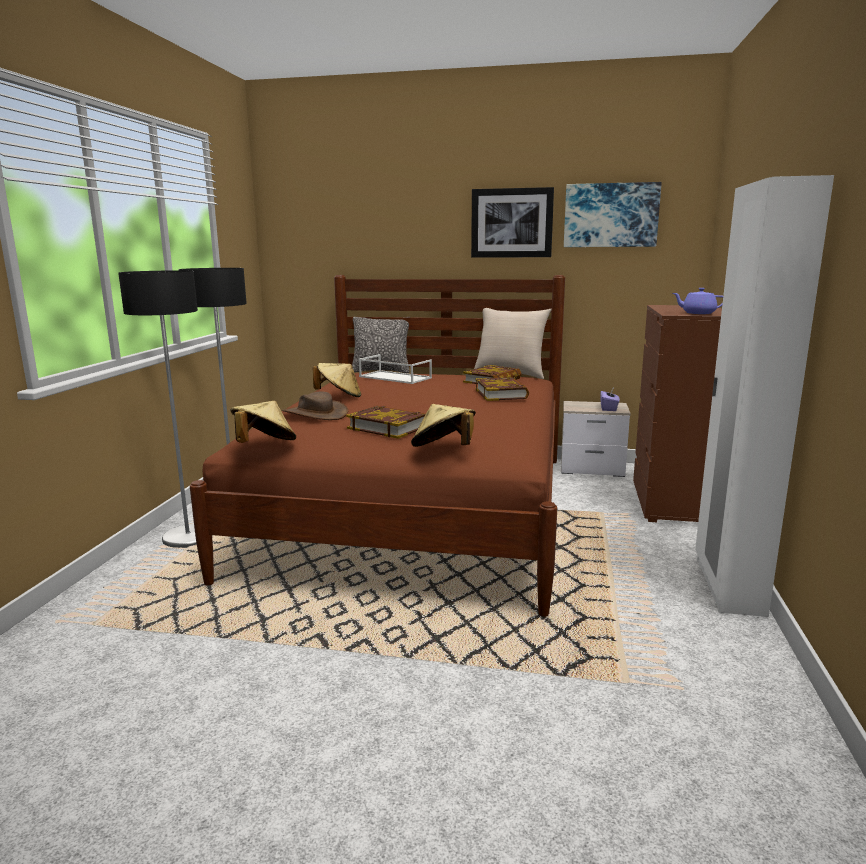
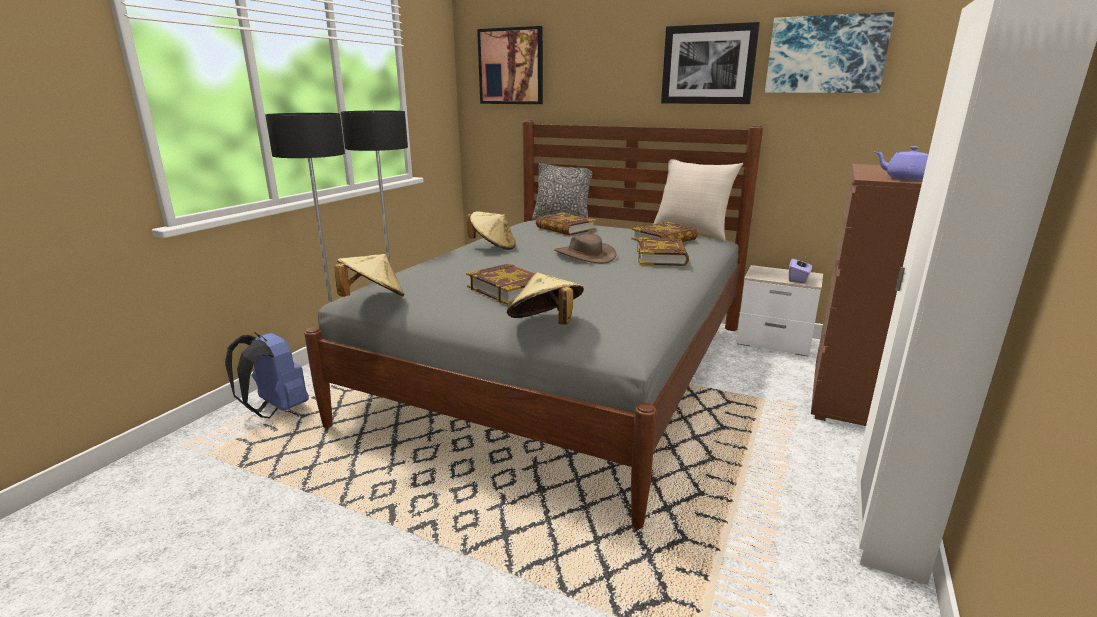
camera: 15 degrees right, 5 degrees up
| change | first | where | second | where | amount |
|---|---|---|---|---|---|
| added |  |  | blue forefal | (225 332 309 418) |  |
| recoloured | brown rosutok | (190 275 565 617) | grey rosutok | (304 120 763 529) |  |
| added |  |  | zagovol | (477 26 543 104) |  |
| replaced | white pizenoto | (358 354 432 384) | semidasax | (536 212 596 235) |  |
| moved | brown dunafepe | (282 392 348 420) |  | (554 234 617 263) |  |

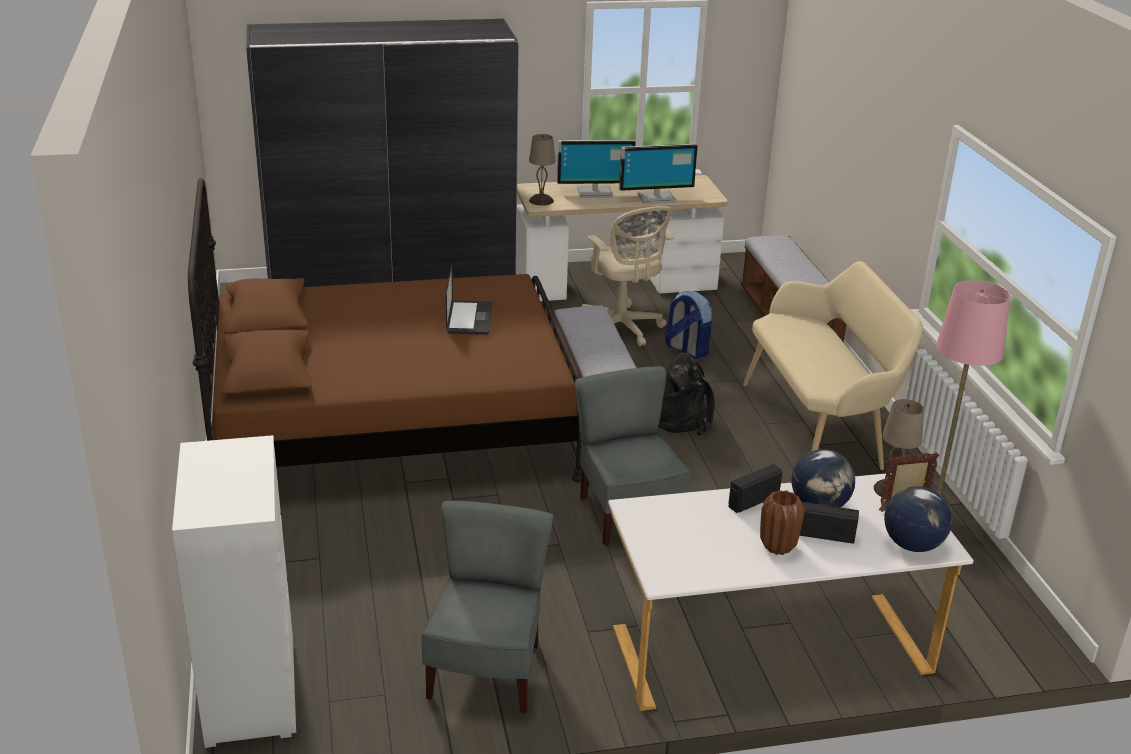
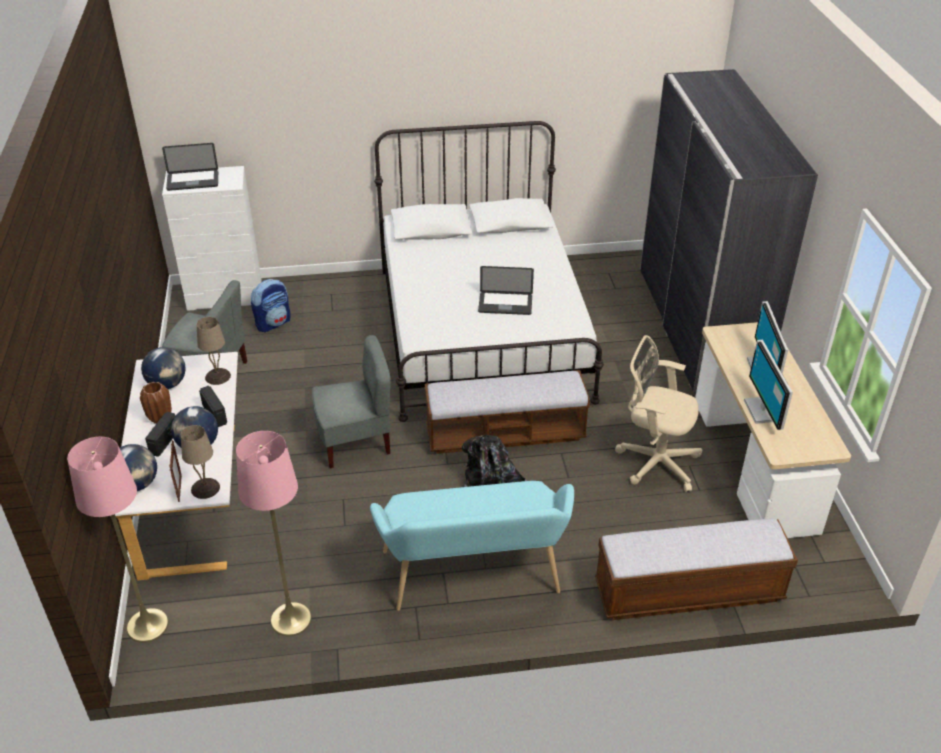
camera: 95 degrees right, 10 degrees up
| change | first | where | second | where | amount |
|---|---|---|---|---|---|
| added |  |  | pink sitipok | (67 437 169 643) |  |
| added |  |  | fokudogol | (141 347 186 389) |  |
| added |  |  | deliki | (162 143 218 191) |  |
| moved | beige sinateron | (529 134 556 206) |  | (197 317 231 385) |  |
| moved | forefal | (665 291 712 359) |  | (251 279 291 332) |  |
| recoloured | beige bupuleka | (743 261 923 470) | turquoise bupuleka | (370 481 574 611) |  |
| recoloured | brown rosutok | (188 178 582 482) | white rosutok | (374 121 604 422) |  |
| turned | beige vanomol | (582 206 674 347) |  | (615 335 702 492) | 45 degrees clockwise |

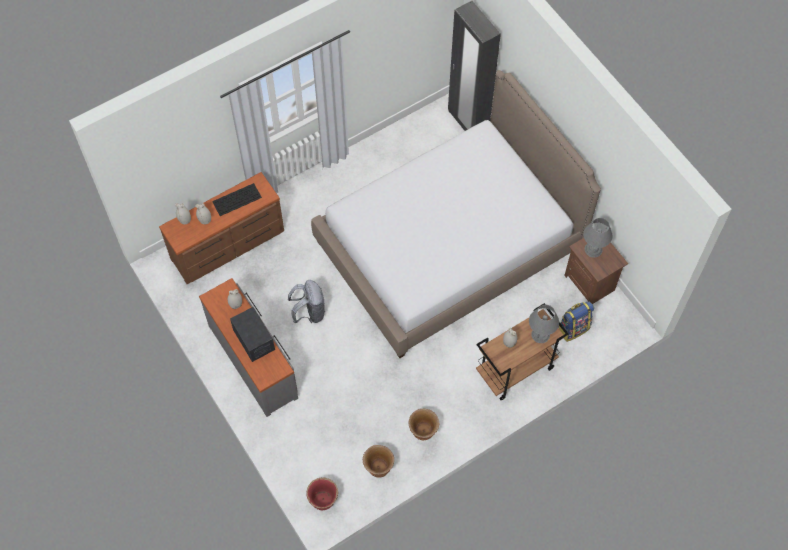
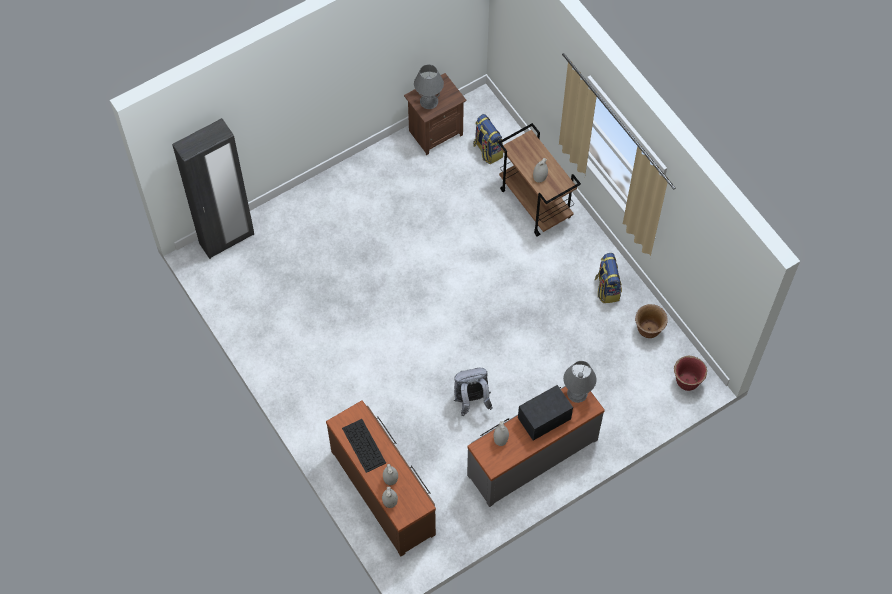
camera: 90 degrees left, 0 degrees up
| change | first | where | second | where | amount |
|---|---|---|---|---|---|
| moved | grey sinateron | (529 305 559 343) |  | (563 361 597 403) |  |
| replaced | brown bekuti | (409 409 439 440) | forefal | (594 253 622 303) |  |
| removed | rosutok | (311 70 601 358) |  |  |  |

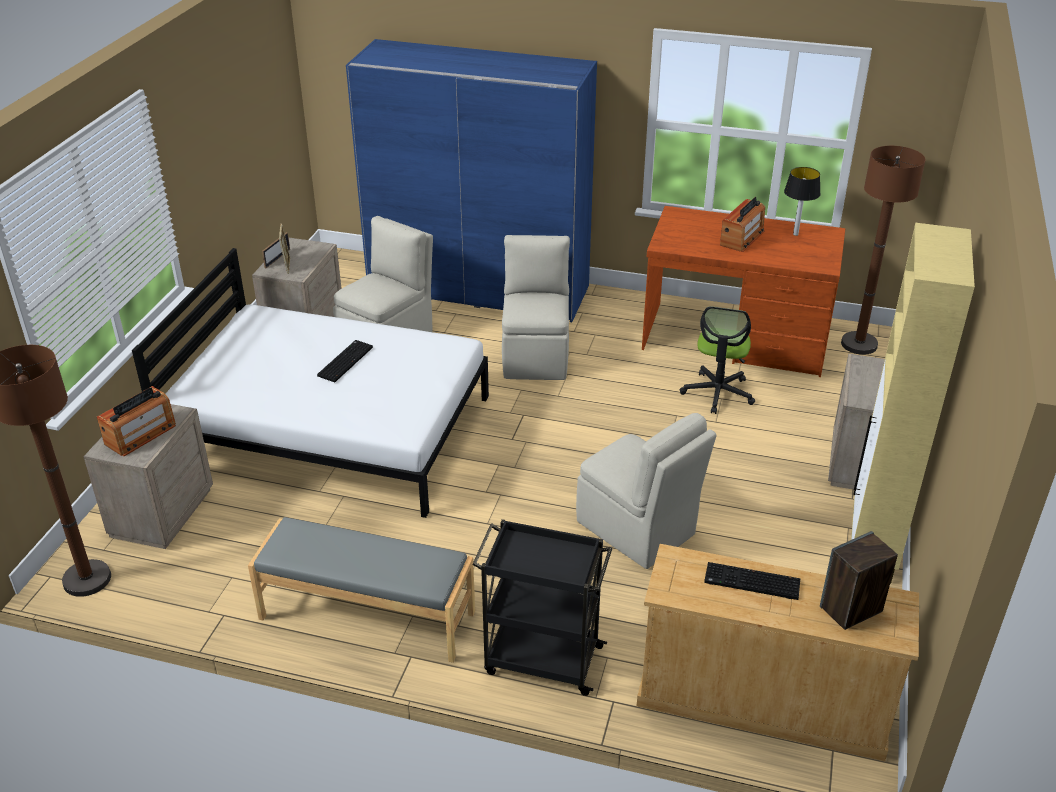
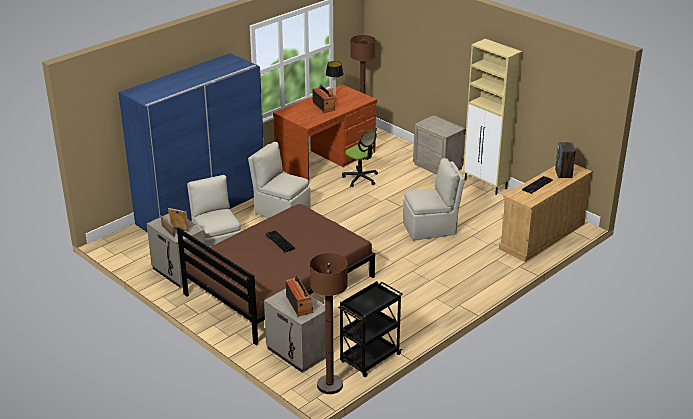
camera: 60 degrees left, 5 degrees down
| change | first | where | second | where | amount |
|---|---|---|---|---|---|
| recoloured | white rosutok | (132 248 489 518) | brown rosutok | (177 204 375 346) |  |
| moved | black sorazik | (472 519 612 696) |  | (338 281 403 377) |  |
| removed | grey bupuleka | (248 517 475 663) |  |  |  |

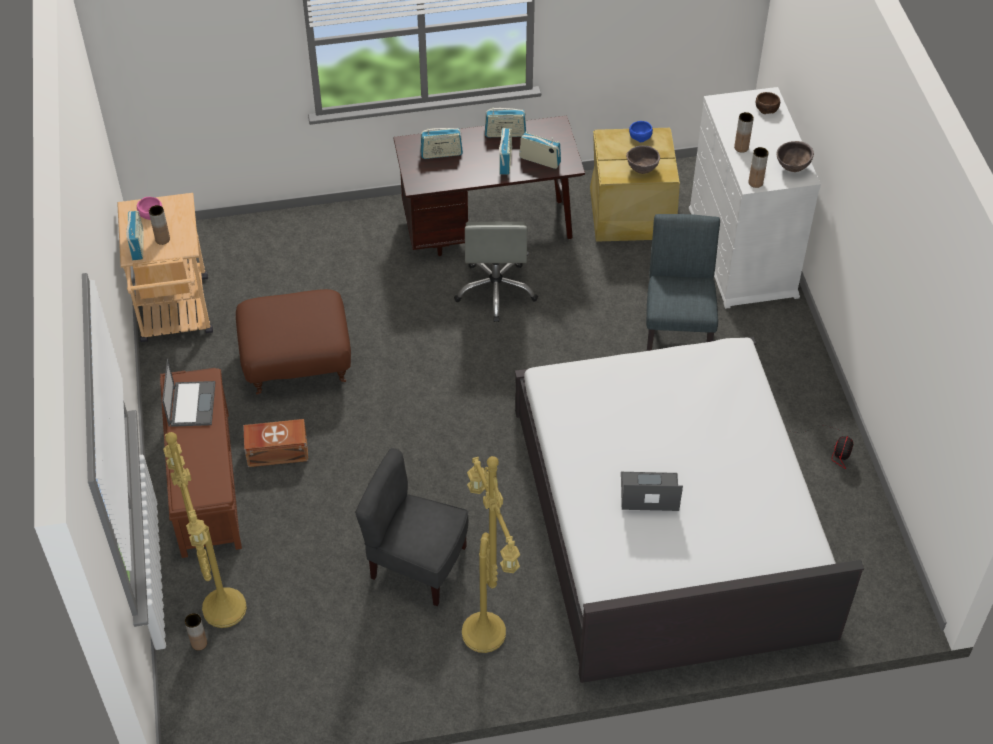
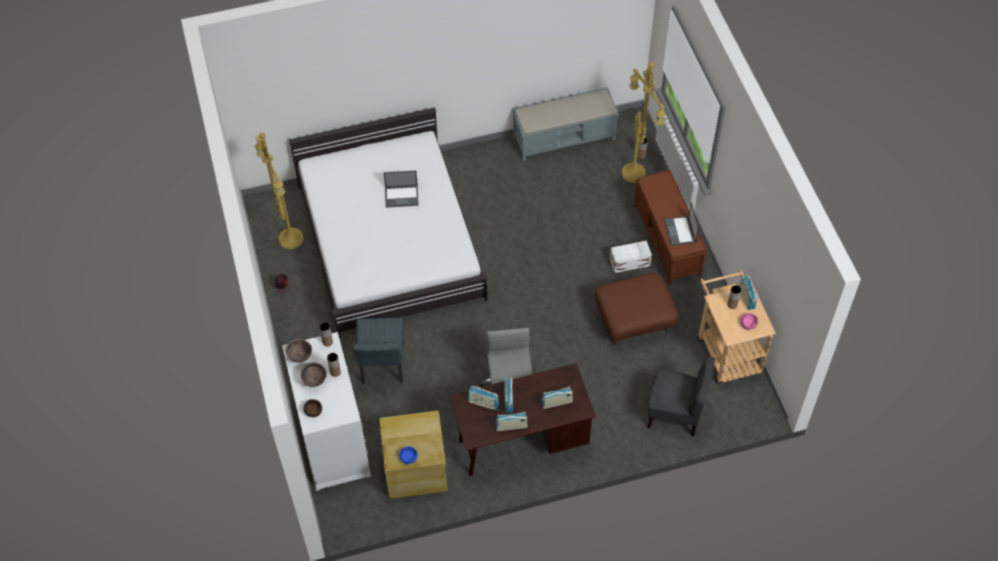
camera: 175 degrees right, 5 degrees up
| change | first | where | second | where | amount |
|---|---|---|---|---|---|
| moved | yellow sitipok | (462 456 520 653) |  | (255 133 304 249) |  |
| moved | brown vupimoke | (626 145 660 174) |  | (300 362 327 387) |  |
| added |  |  | grey bupuleka | (512 87 619 161) |  |
| recoloured | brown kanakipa | (243 419 308 467) | white kanakipa | (610 241 652 273) |  |
| moved | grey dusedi | (355 448 468 606) |  | (647 356 715 436) |  |

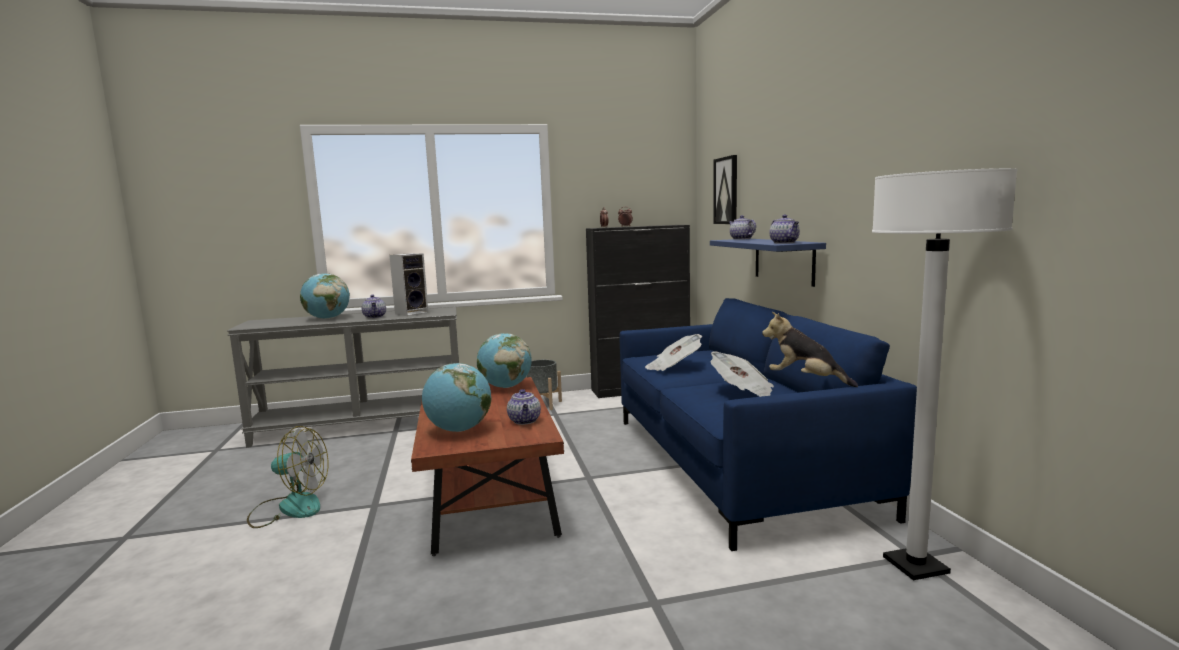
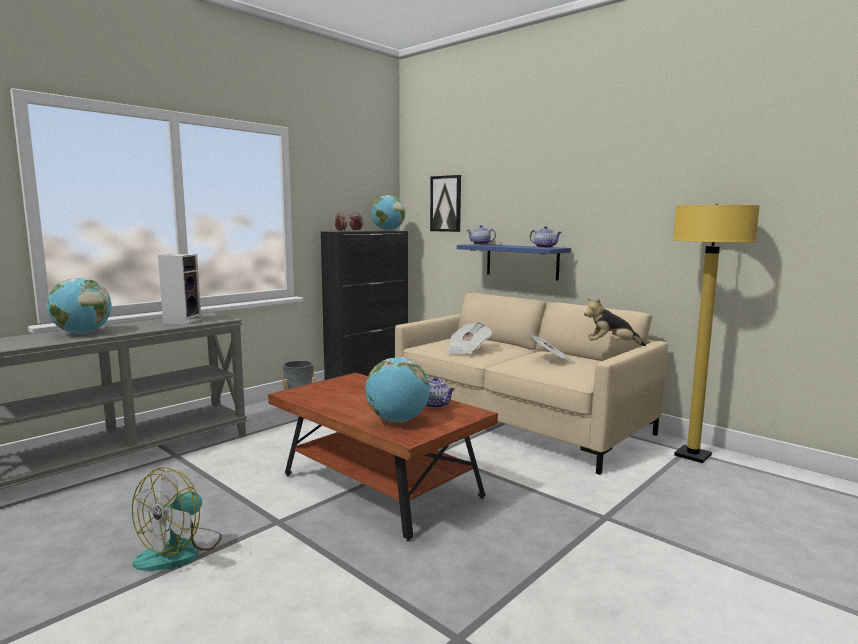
camera: 35 degrees left, 0 degrees up
| change | first | where | second | where | amount |
|---|---|---|---|---|---|
| turned | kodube | (247 426 328 528) |  | (132 467 222 571) | 150 degrees clockwise |
| moved | fokudogol | (477 333 532 388) |  | (371 195 405 231) |  |
| recoloured | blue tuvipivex | (620 298 917 551) | beige tuvipivex | (395 293 668 475) |  |
| recoloured | white sitipok | (872 168 1018 580) | yellow sitipok | (673 204 760 463) |  |
| removed | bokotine | (361 295 386 318) |  |  |  |

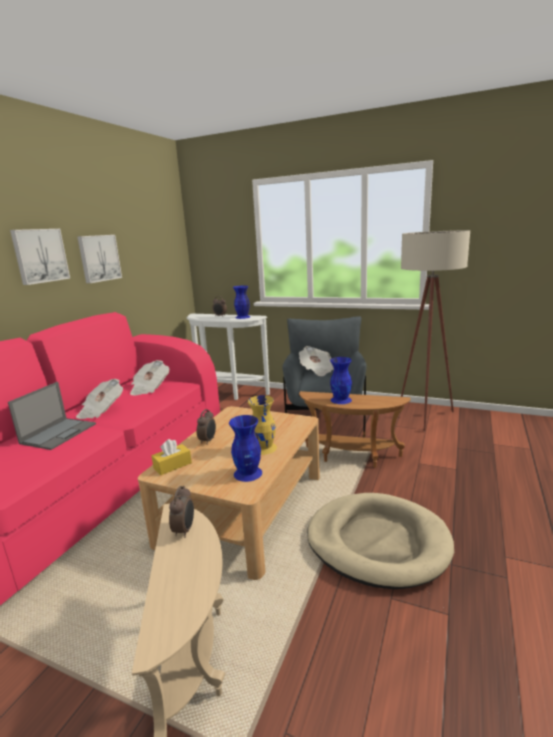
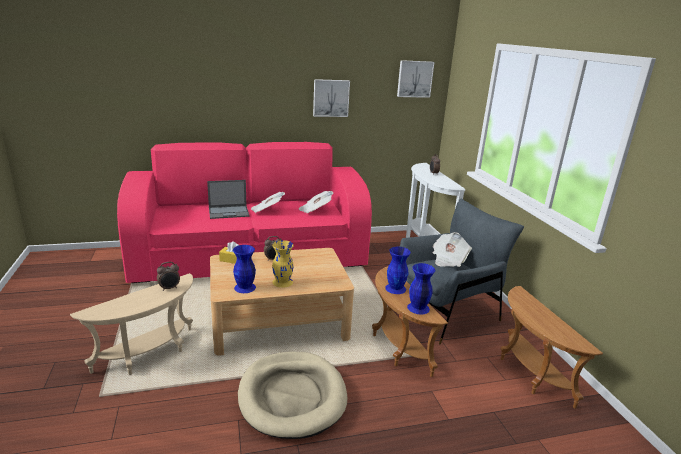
camera: 50 degrees right, 5 degrees up
| change | first | where | second | where | amount |
|---|---|---|---|---|---|
| moved | zagovol | (10 229 70 285) |  | (397 60 434 98) |  |
| moved | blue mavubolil | (233 286 250 319) |  | (407 263 435 314) |  |
| replaced | beige sitipok | (401 230 470 431) | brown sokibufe | (500 286 603 409) |  |

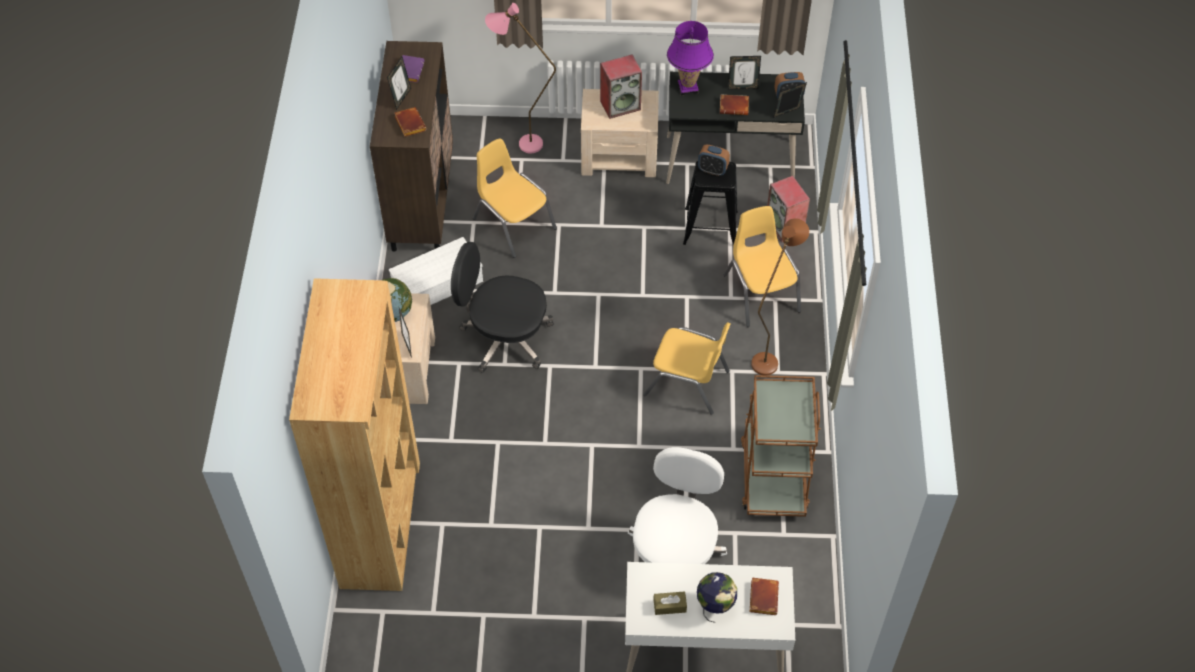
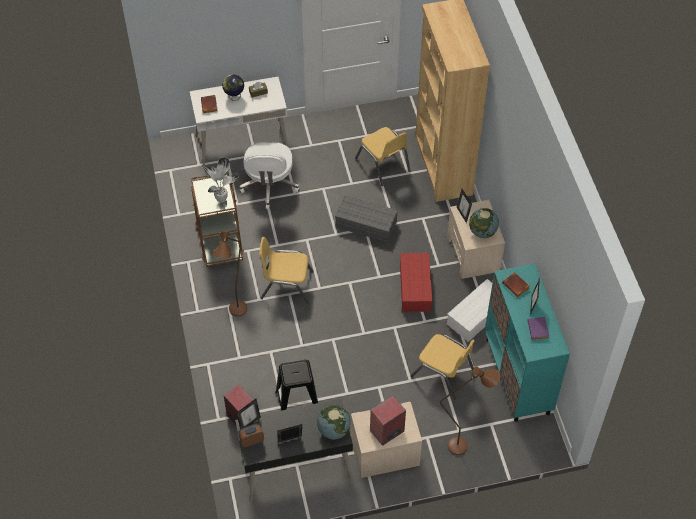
camera: 165 degrees right, 0 degrees up
| change | first | where | second | where | amount |
|---|---|---|---|---|---|
| added |  |  | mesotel | (202 158 239 202) |  |
| replaced | purple sinateron | (667 21 714 95) | fokudogol | (317 405 351 440) |  |
| added |  |  | grey kanakipa | (335 195 398 243) |  |
| moved | yellow dusedi | (723 206 801 327) |  | (355 127 411 186) |  |
| replaced | black vanomol | (451 242 554 373) | red kanakipa | (400 253 432 312) |  |
| recoloured | pink sitipok | (485 3 556 153) | brown sitipok | (440 366 500 455) |  |
| recoloured | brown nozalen | (370 41 453 252) | turquoise nozalen | (485 264 570 422) |  |
| removed | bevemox | (698 144 730 176) |  |  |  |
| removed | brown semidasax | (720 95 749 115) |  |  |  |

